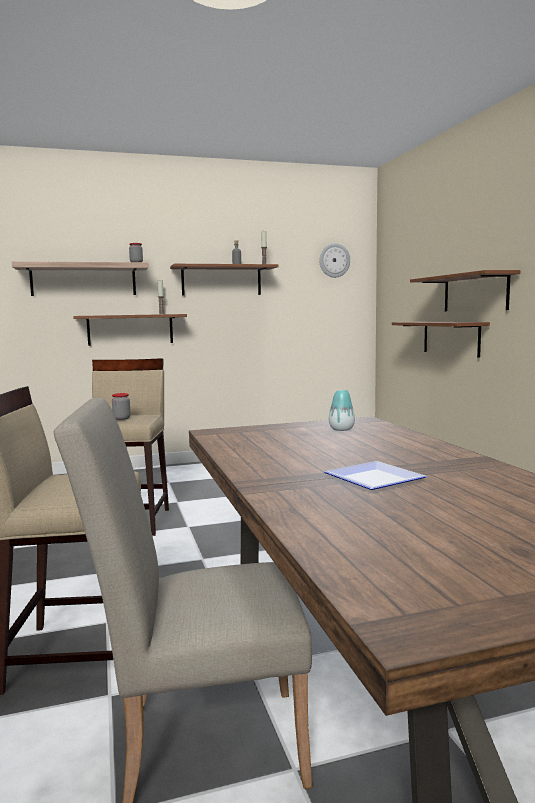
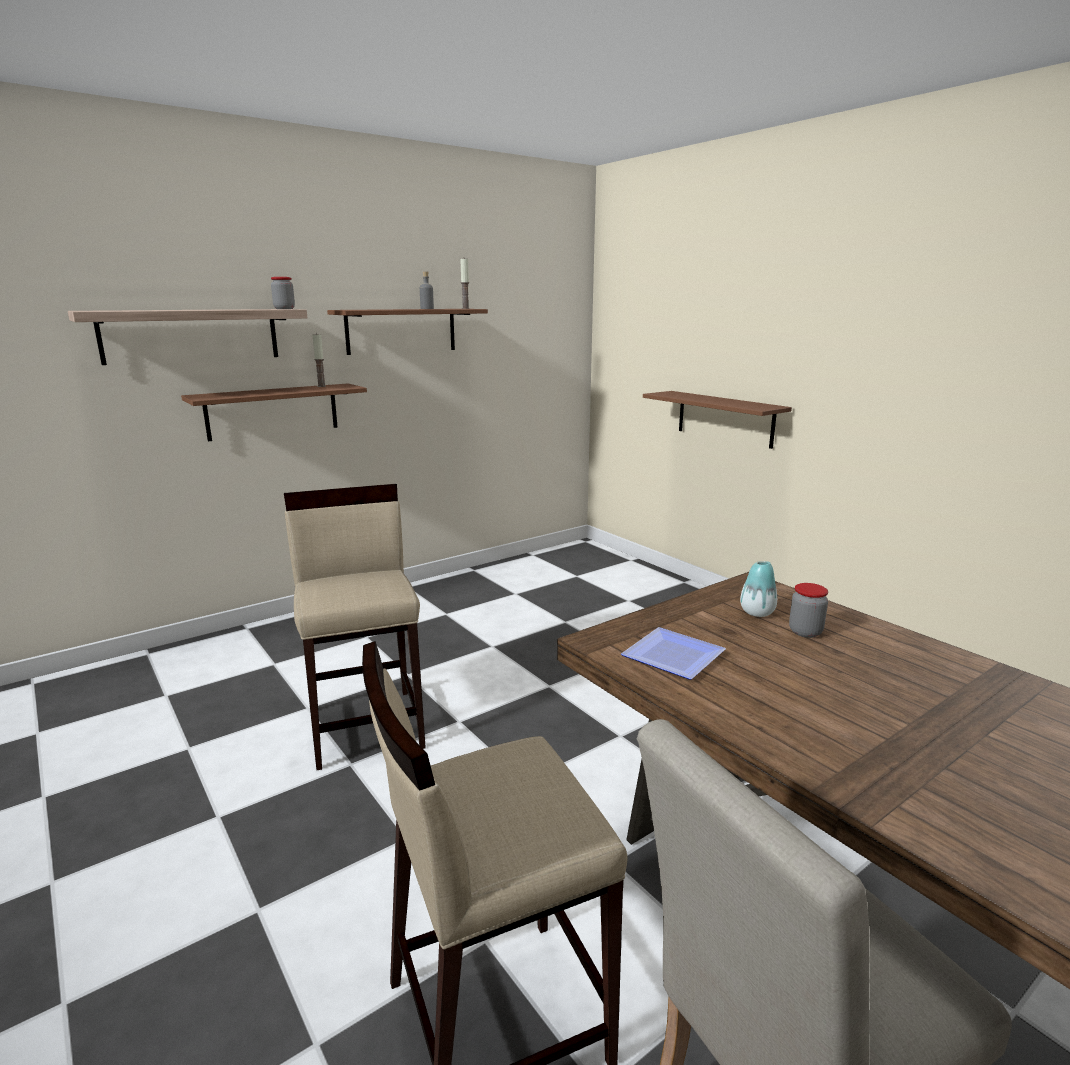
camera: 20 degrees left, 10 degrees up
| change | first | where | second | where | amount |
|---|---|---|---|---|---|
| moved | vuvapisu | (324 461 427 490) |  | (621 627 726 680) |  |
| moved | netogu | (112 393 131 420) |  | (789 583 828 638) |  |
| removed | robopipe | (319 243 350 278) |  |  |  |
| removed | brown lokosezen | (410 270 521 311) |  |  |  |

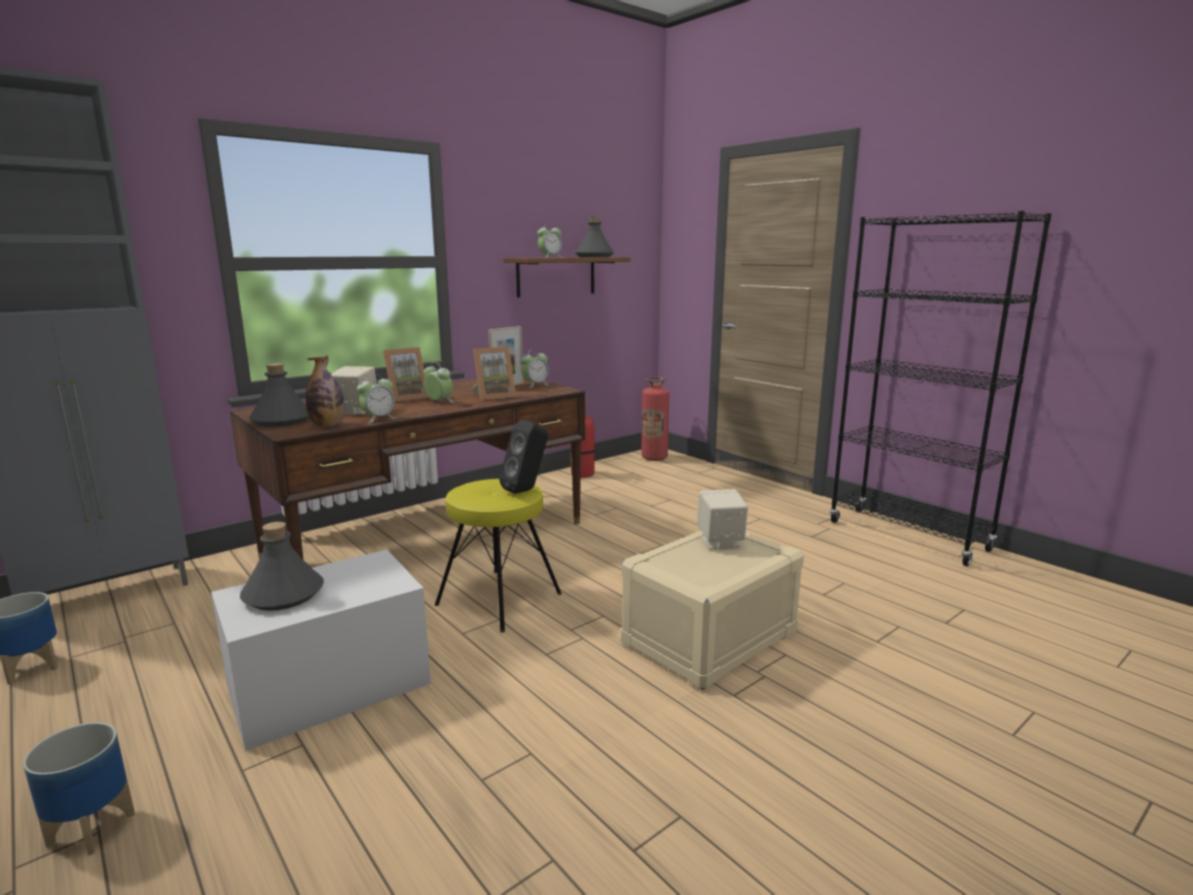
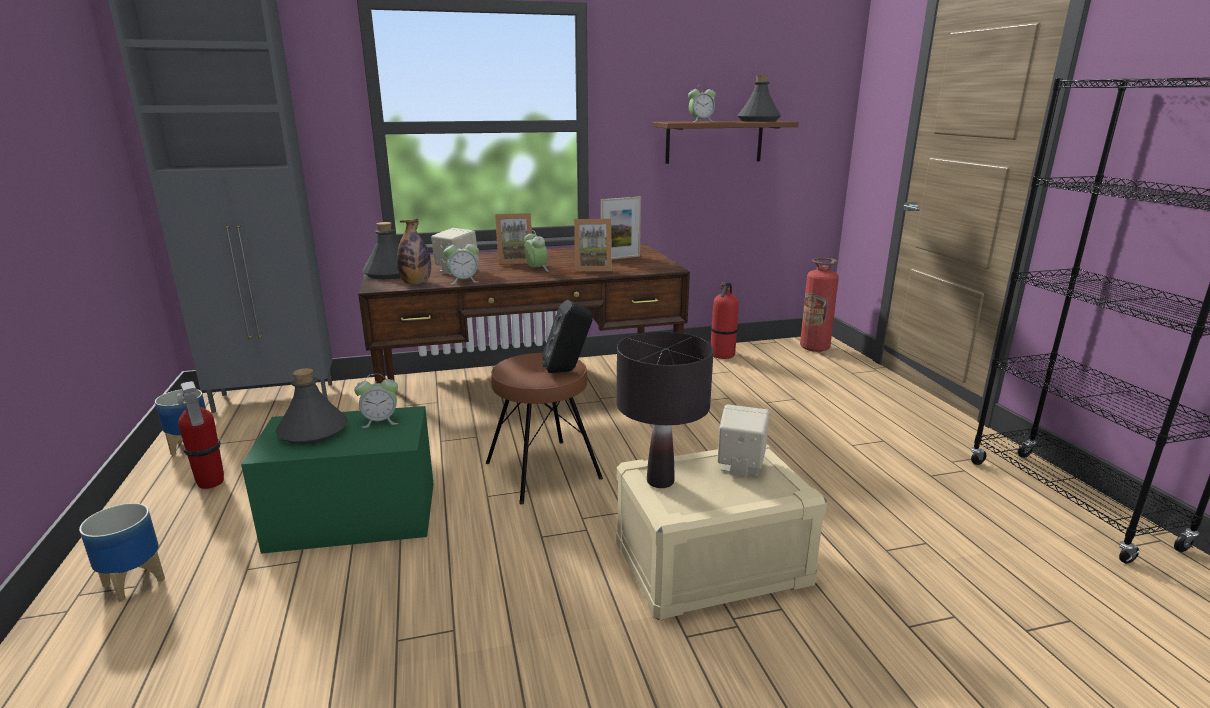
camera: 25 degrees right, 5 degrees up
| change | first | where | second | where | amount |
|---|---|---|---|---|---|
| added |  |  | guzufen | (176 381 224 489) |  |
| recoloured | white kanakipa | (211 550 431 751) | green kanakipa | (241 406 434 554) |  |
| moved | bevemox | (521 349 549 388) |  | (354 374 398 428) |  |
| recoloured | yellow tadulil | (435 479 562 633) | brown tadulil | (486 353 603 505) |  |
| added |  |  | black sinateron | (617 332 714 488) |  |

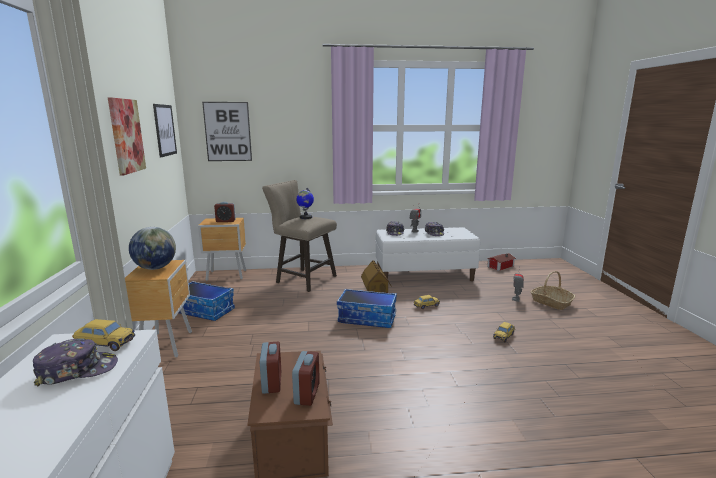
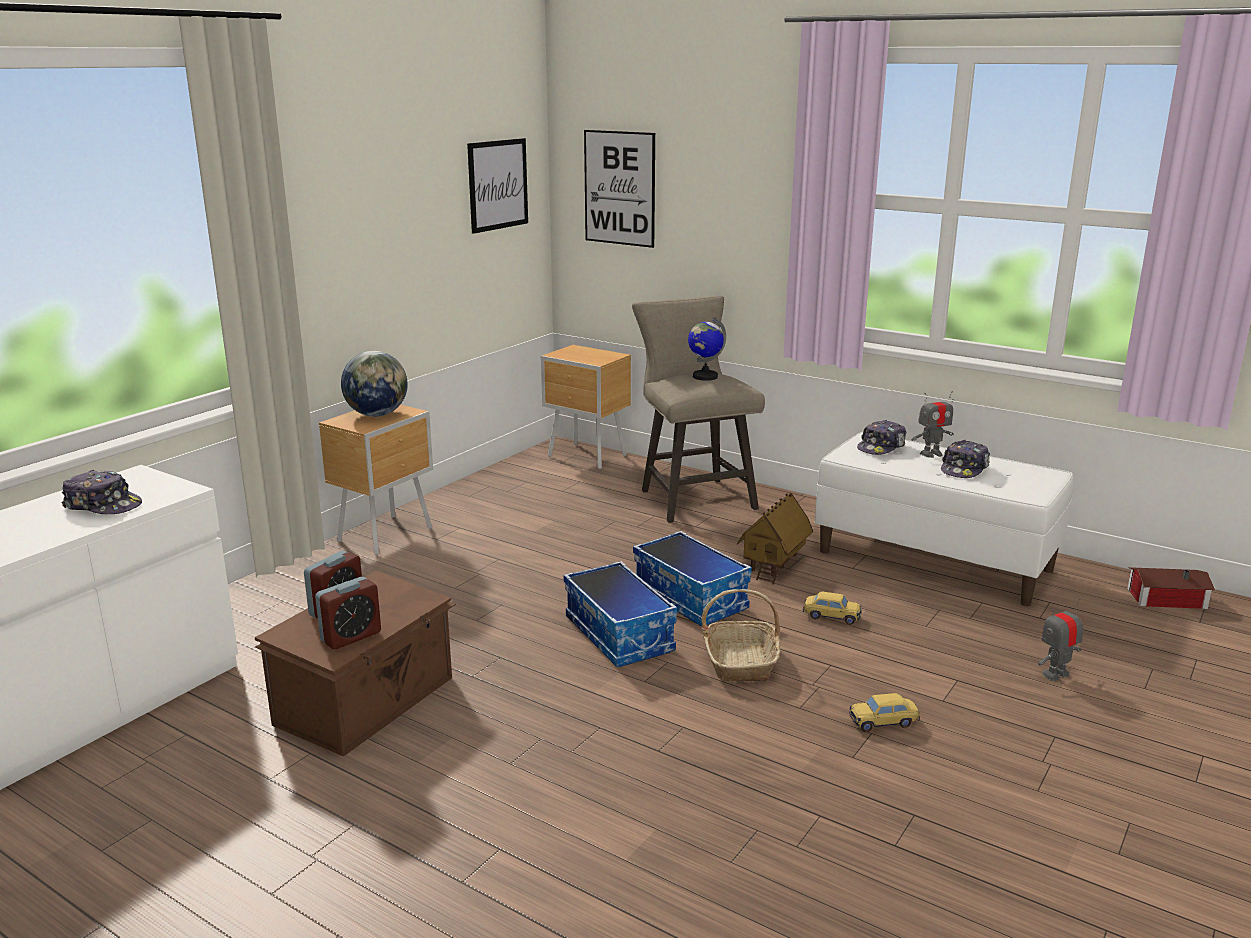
camera: 40 degrees right, 5 degrees up
| change | first | where | second | where | amount |
|---|---|---|---|---|---|
| moved | kanakipa | (178 281 235 321) |  | (563 561 677 667) |  |
| moved | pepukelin | (531 271 575 310) |  | (701 589 781 681) |  |
| removed | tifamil | (72 319 135 351) |  |  |  |
| removed | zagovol | (108 98 146 175) |  |  |  |
| removed | bevemox | (214 202 236 222) |  |  |  |

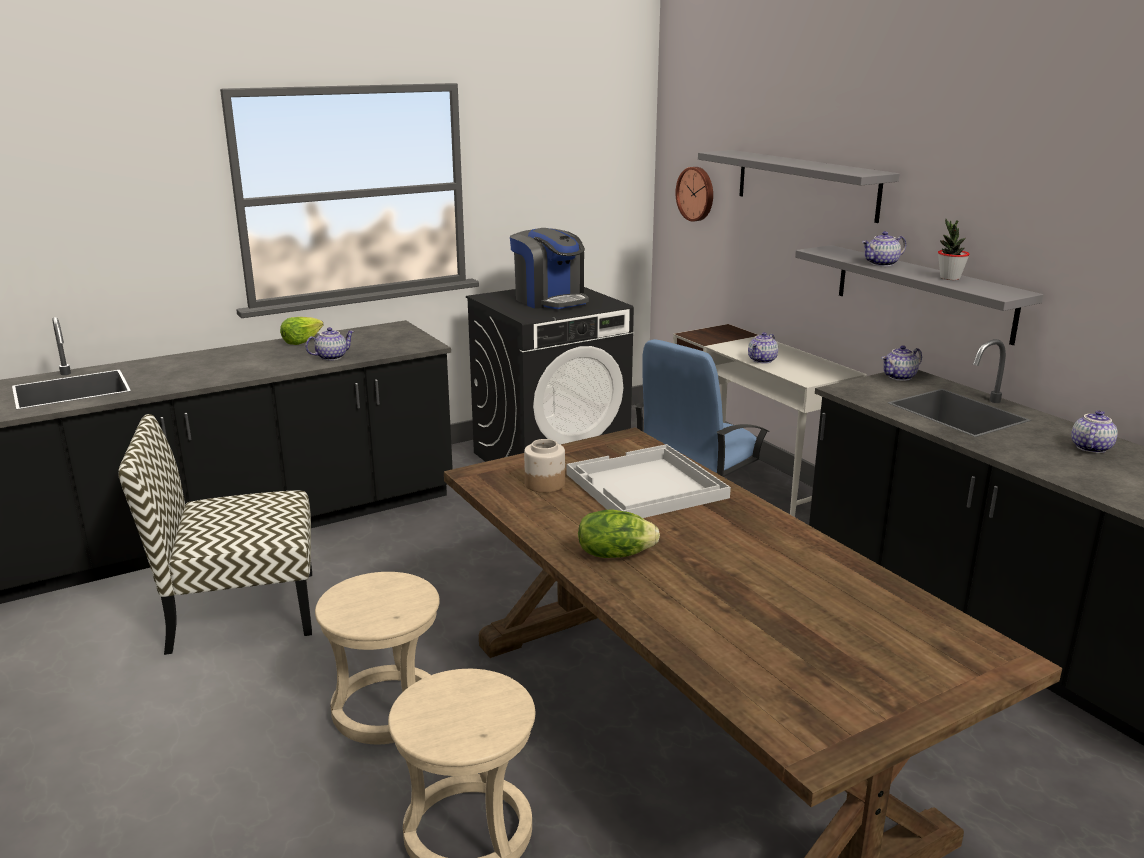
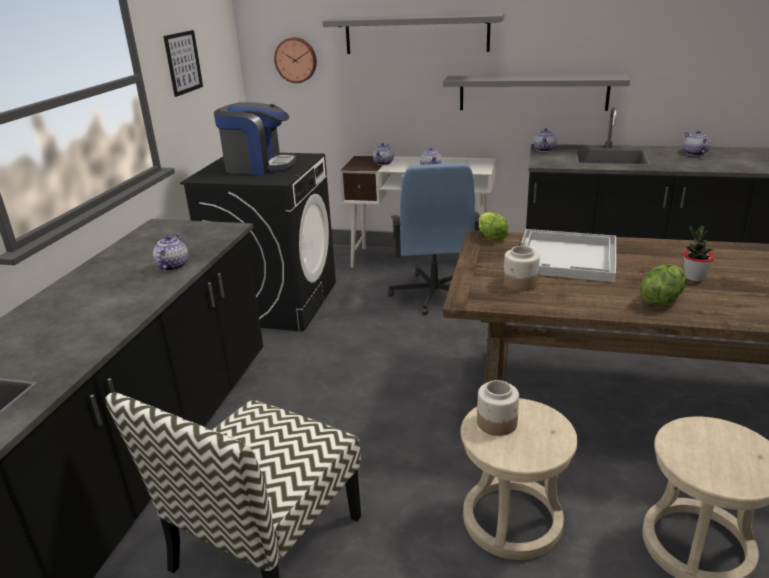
camera: 45 degrees left, 5 degrees up
| change | first | where | second | where | amount |
|---|---|---|---|---|---|
| added |  |  | zagovol | (163 30 203 97) |  |
| moved | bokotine | (862 231 906 266) |  | (373 143 394 165) |  |
| added |  |  | netogu | (477 380 519 436) |  |
| moved | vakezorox | (280 317 324 345) |  | (479 212 509 241) |  |
| moved | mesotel | (938 219 970 280) |  | (683 226 715 281) |  |

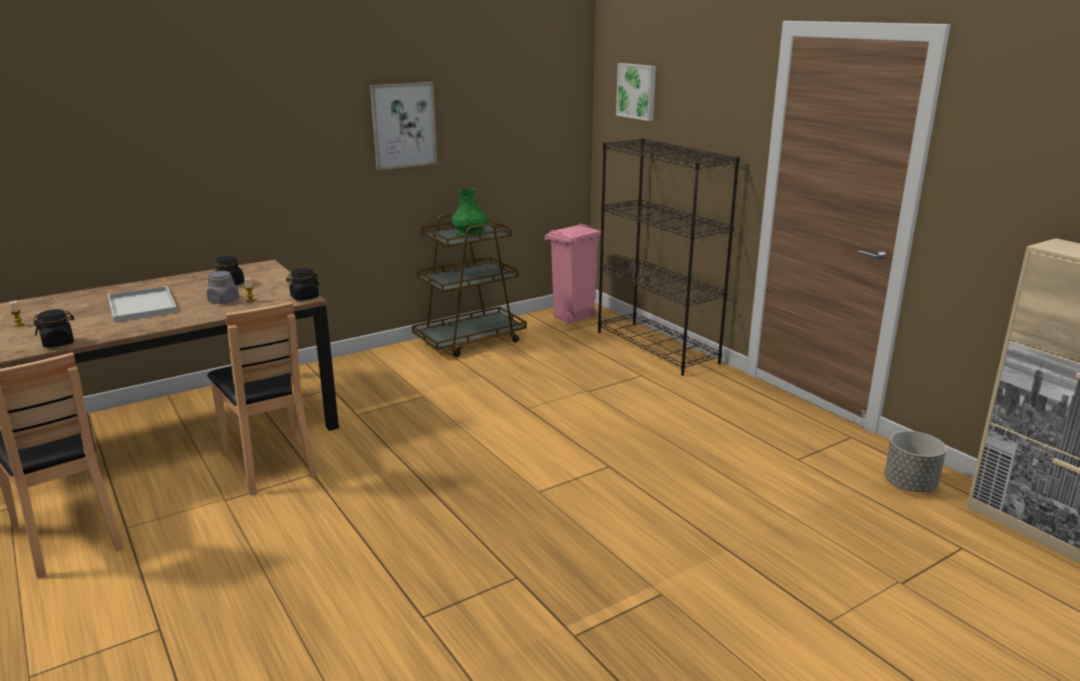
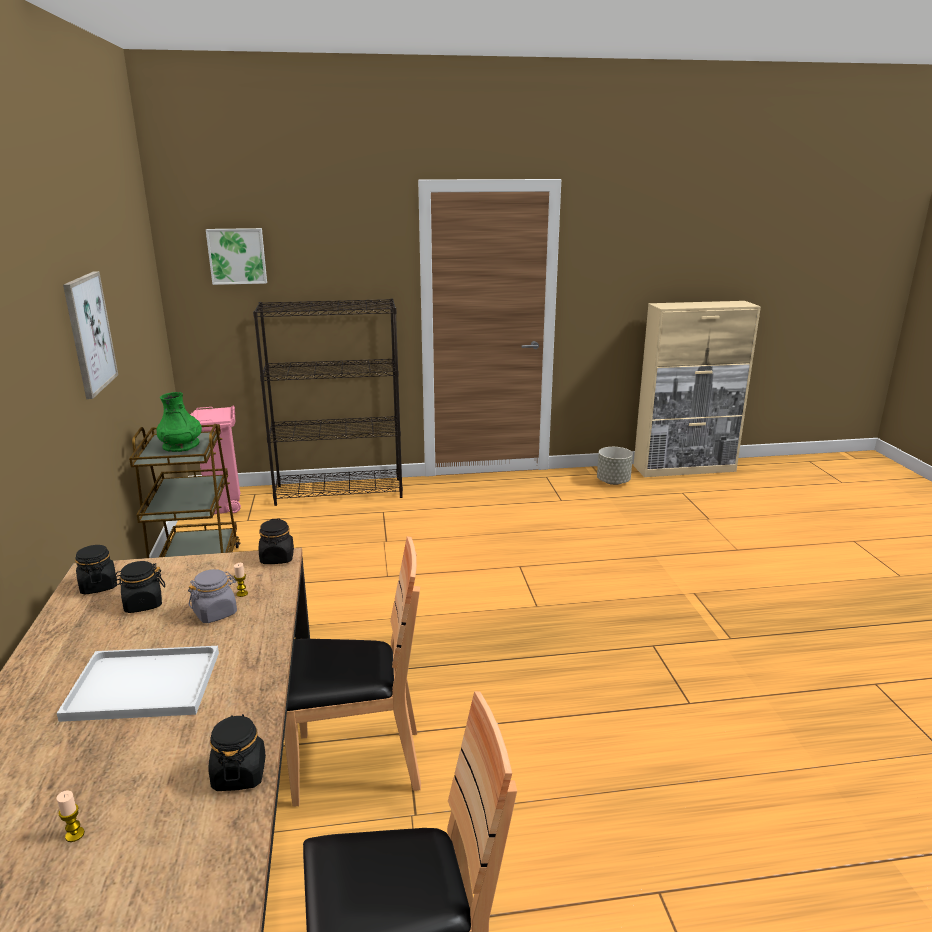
camera: 65 degrees left, 0 degrees up
| change | first | where | second | where | amount |
|---|---|---|---|---|---|
| added |  |  | black netogu | (75 545 117 595) |  |

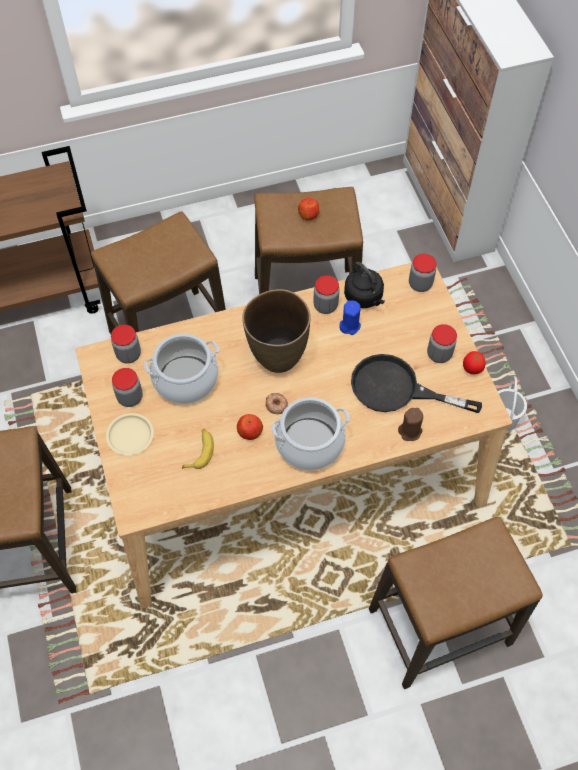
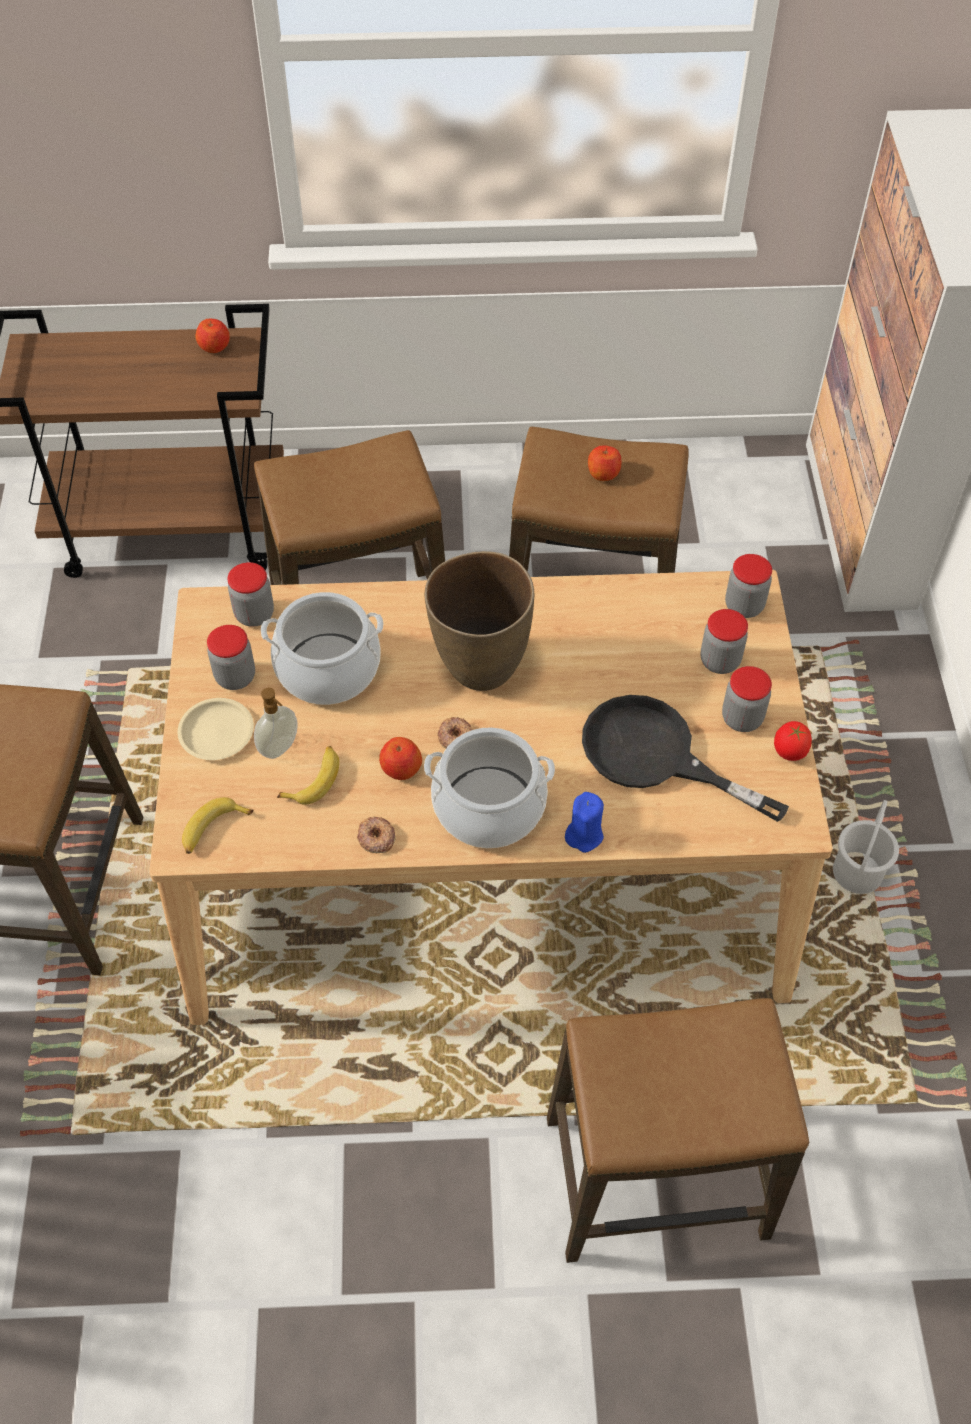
camera: 15 degrees right, 5 degrees down
| change | first | where | second | where | amount |
|---|---|---|---|---|---|
| added |  |  | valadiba | (182 797 254 854) |  |
| added |  |  | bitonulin | (195 318 230 353) |  |
| added |  |  | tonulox | (254 688 297 759) |  |
| added |  |  | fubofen | (357 816 396 853) |  |
| moved | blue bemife | (339 300 361 335) |  | (565 792 604 853) |  |
| moved | netogu | (313 275 339 314) |  | (700 609 748 674) |  |
| removed | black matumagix | (344 262 385 308) |  |  |  |
| removed | brown bemife | (398 408 423 441) |  |  |  |

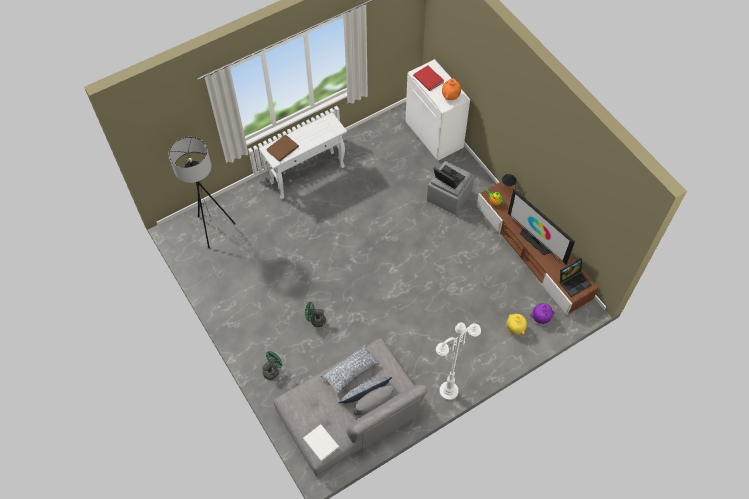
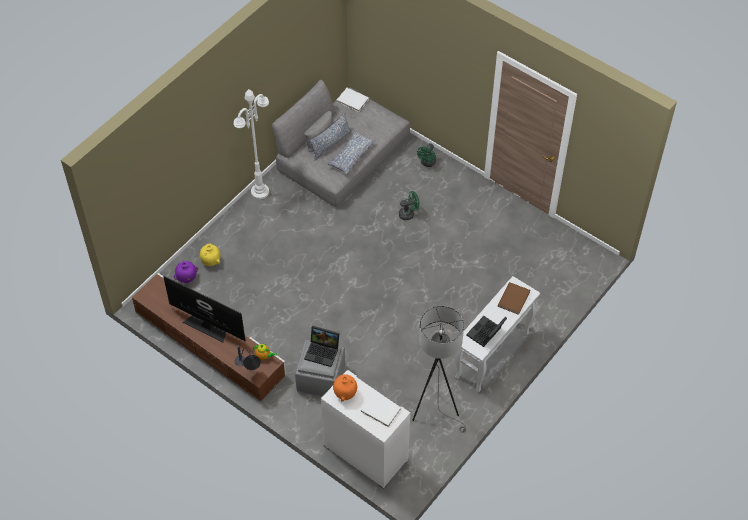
camera: 160 degrees right, 5 degrees down
| change | first | where | second | where | amount |
|---|---|---|---|---|---|
| recoloured | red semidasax | (413 65 444 91) | white semidasax | (361 392 401 427) |  |
| moved | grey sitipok | (169 137 235 248) |  | (412 306 466 433) |  |
| moved | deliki | (560 258 592 297) |  | (466 316 507 347) |  |

